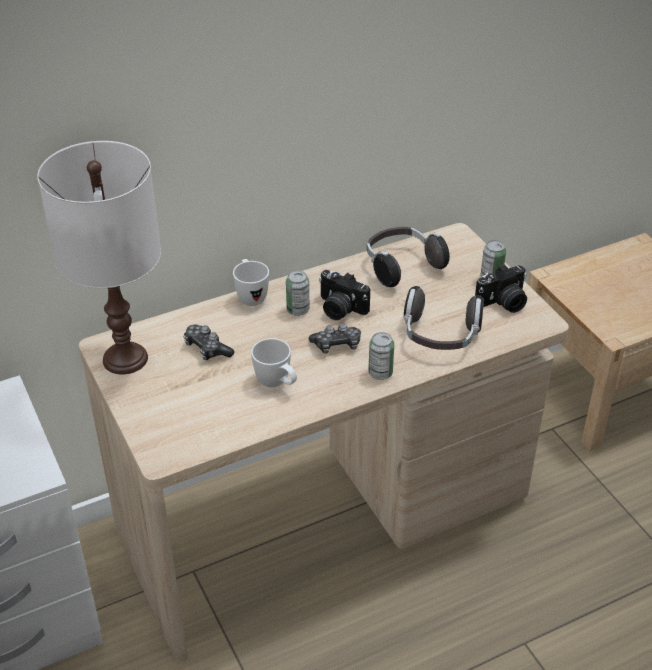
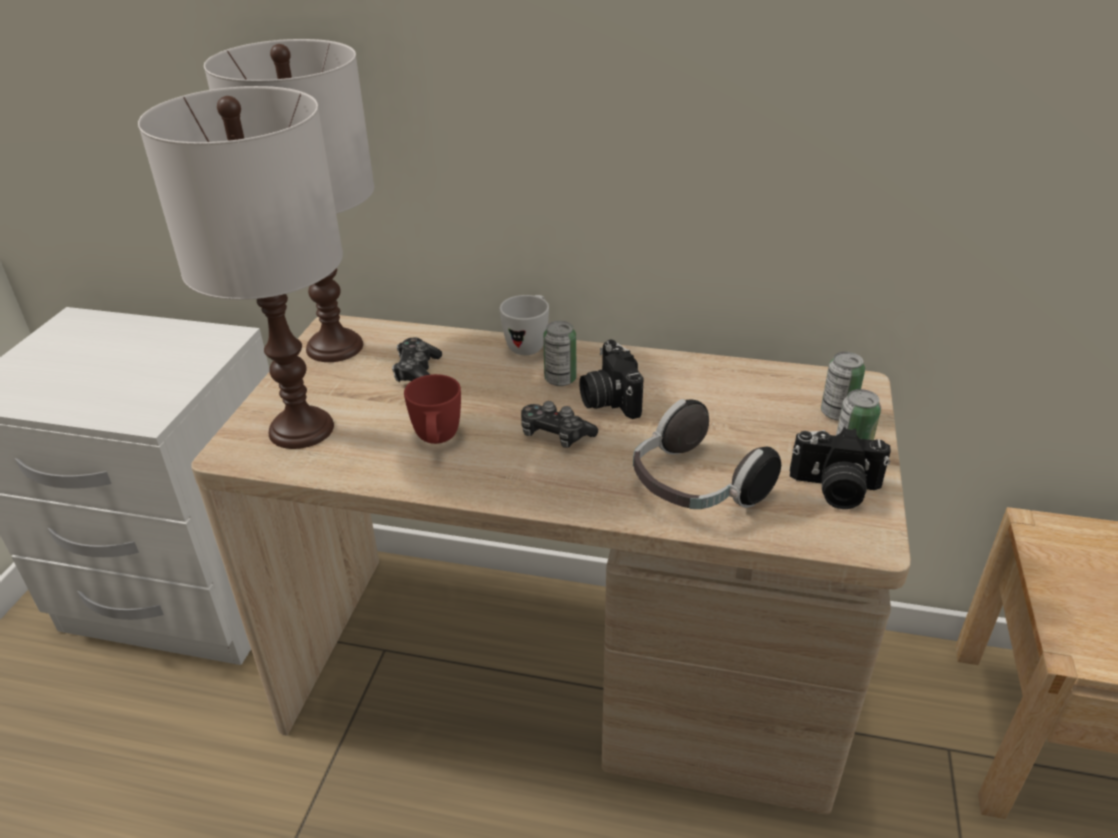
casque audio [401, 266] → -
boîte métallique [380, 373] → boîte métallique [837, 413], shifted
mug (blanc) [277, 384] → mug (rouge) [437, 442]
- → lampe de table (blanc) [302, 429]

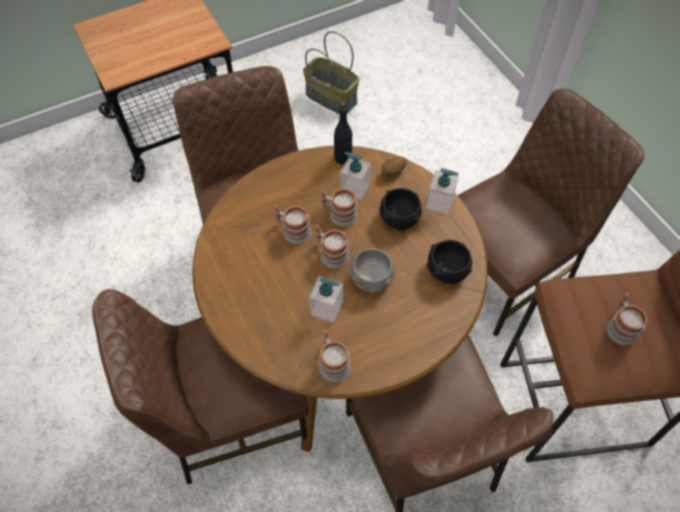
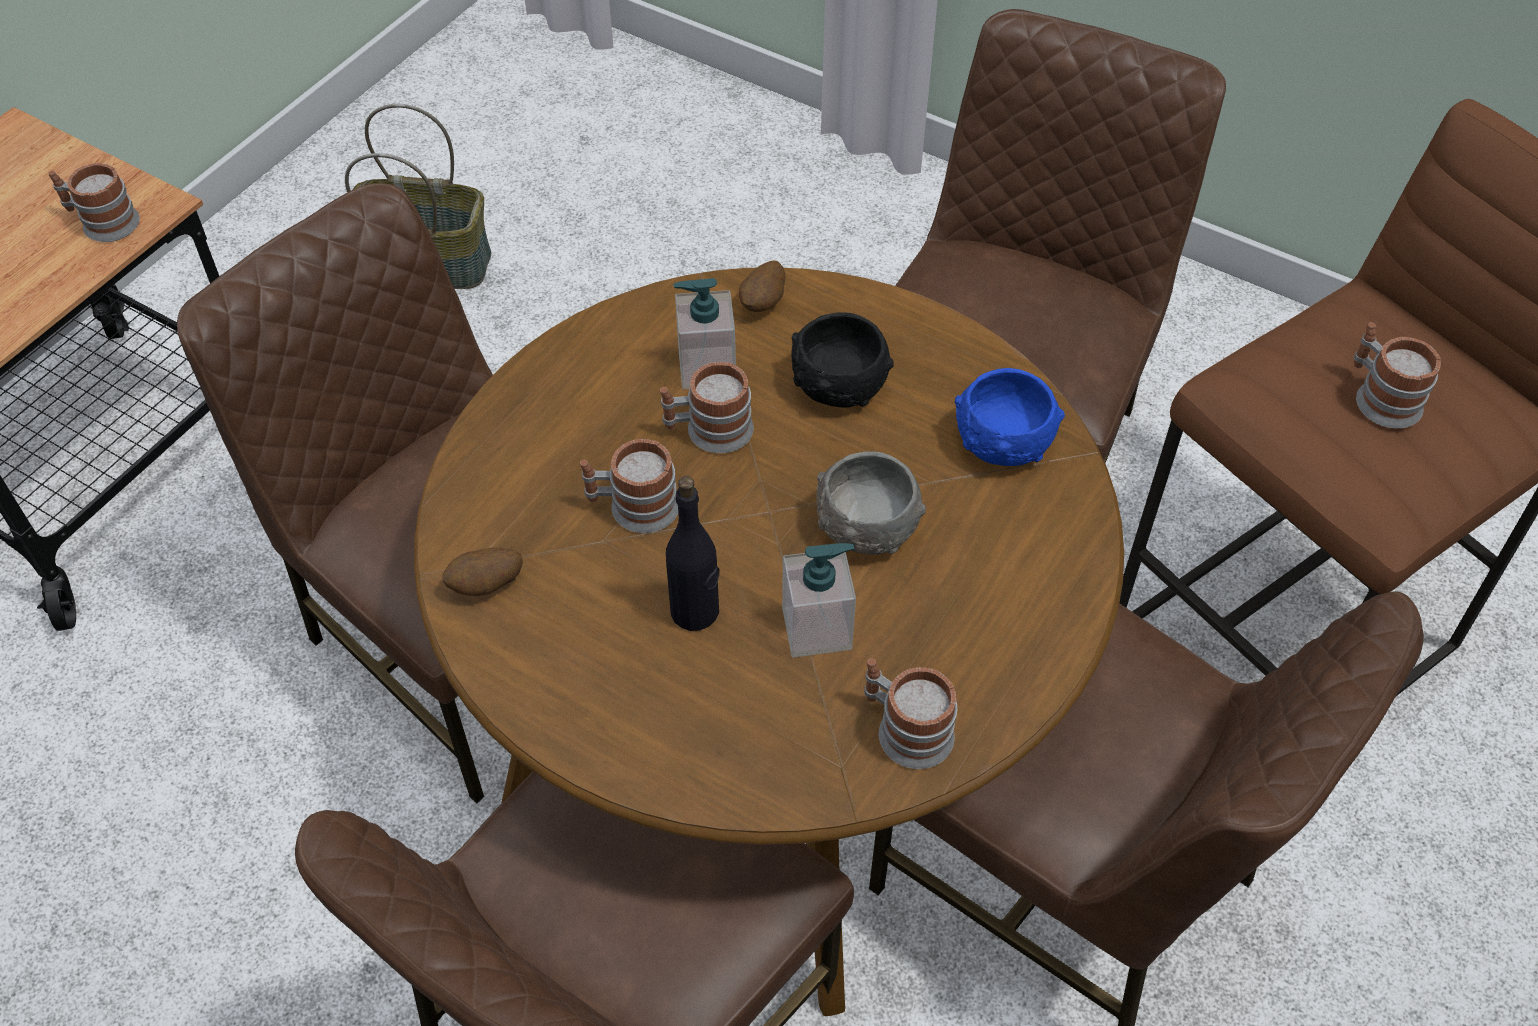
bouteille (noir) [343, 158] → bouteille (noir) [695, 611], shifted
distributeur de savon [440, 203] → -
mug [331, 253] → mug [102, 222], shifted
bol (noir) [447, 270] → bol (bleu) [1003, 443]
- → pomme de terre [486, 585]

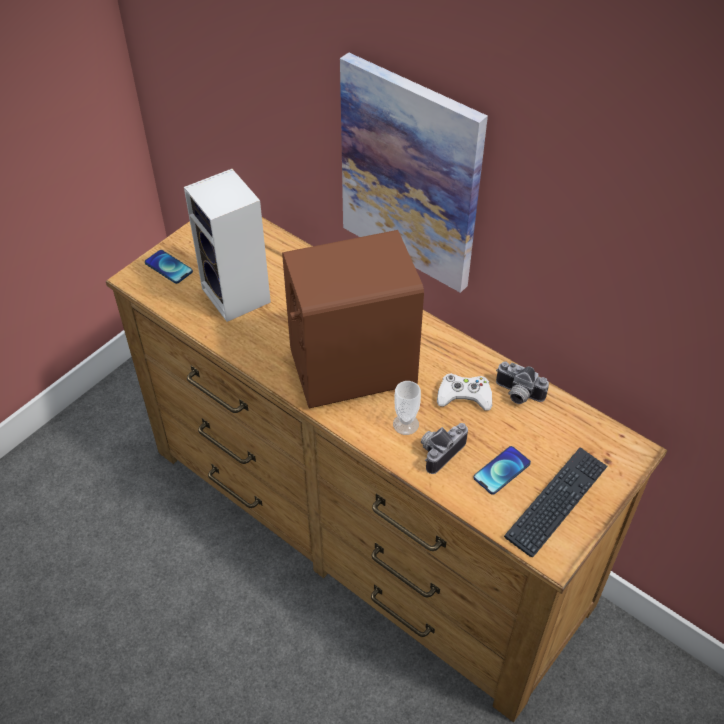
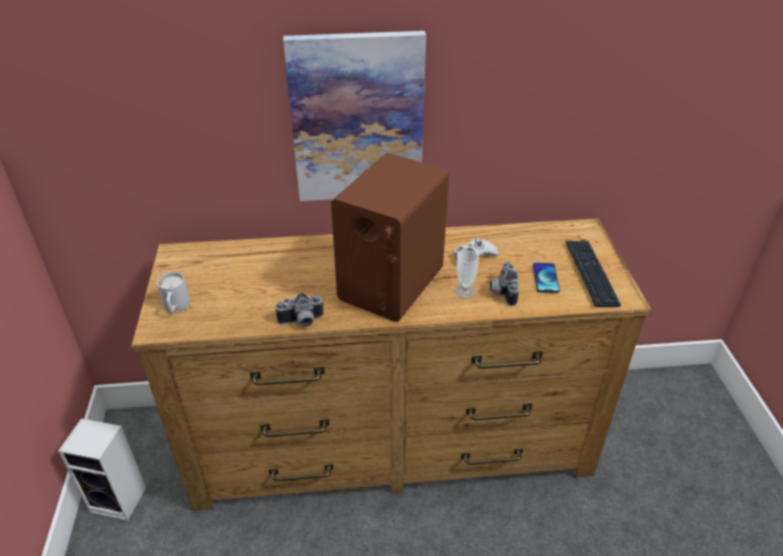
enceinte [238, 296] → enceinte [120, 499], shifted
téléphone [168, 267] → mug (blanc) [175, 307]
appareil photo [517, 394] → appareil photo [301, 322], shifted

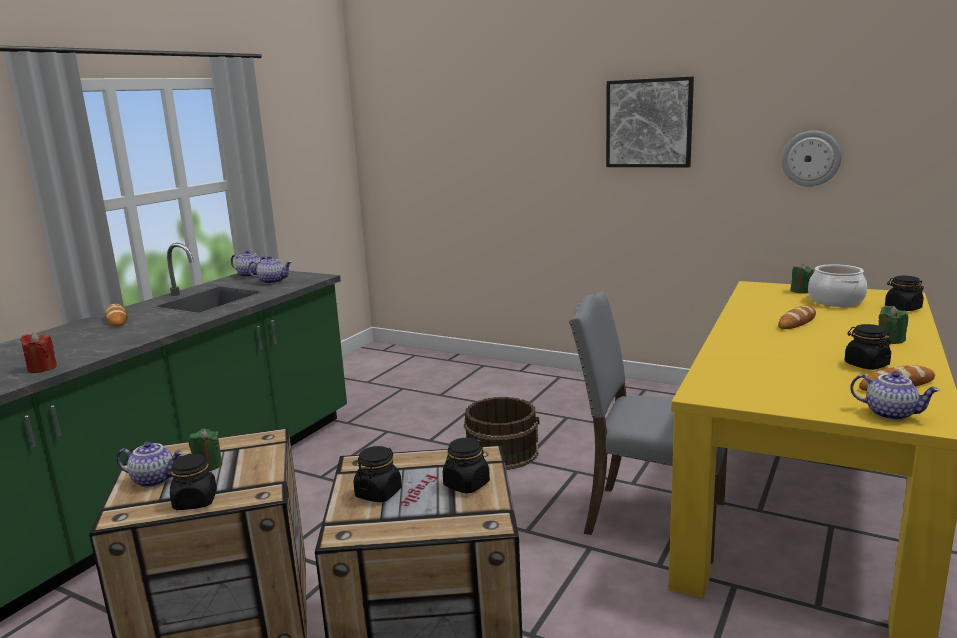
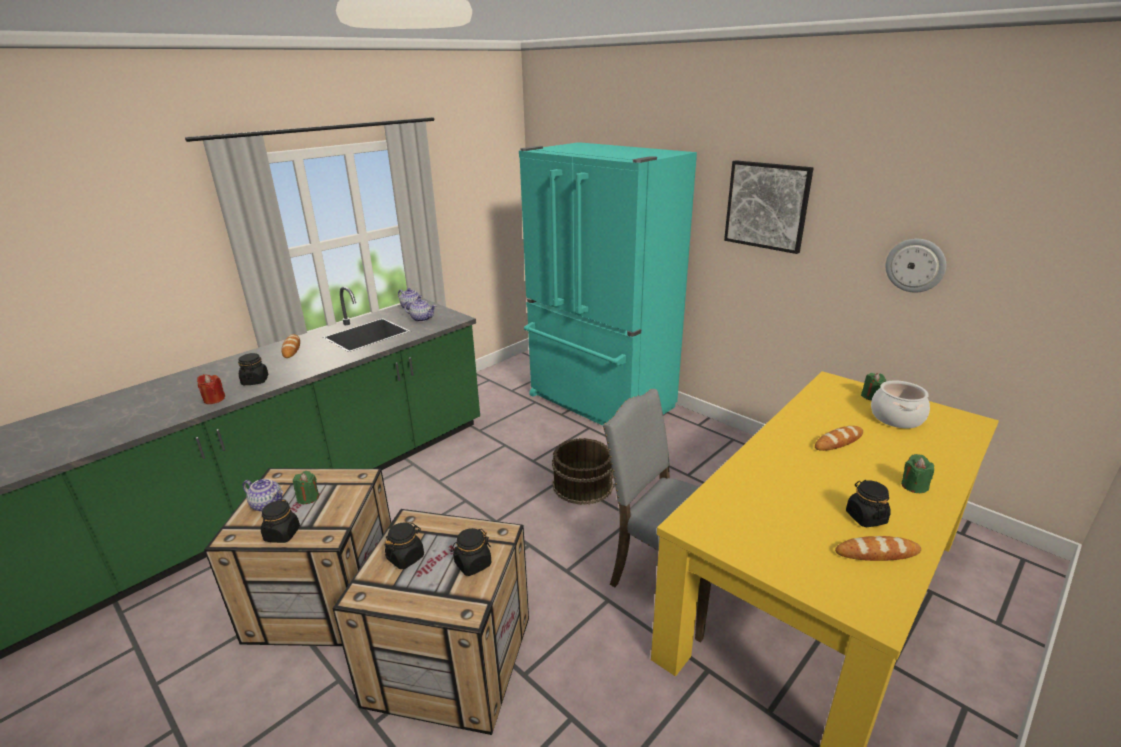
bocal (noir) [902, 308] → bocal (noir) [255, 381], shifted
théière [891, 414] → -
- → réfrigérateur (turquoise) [599, 402]

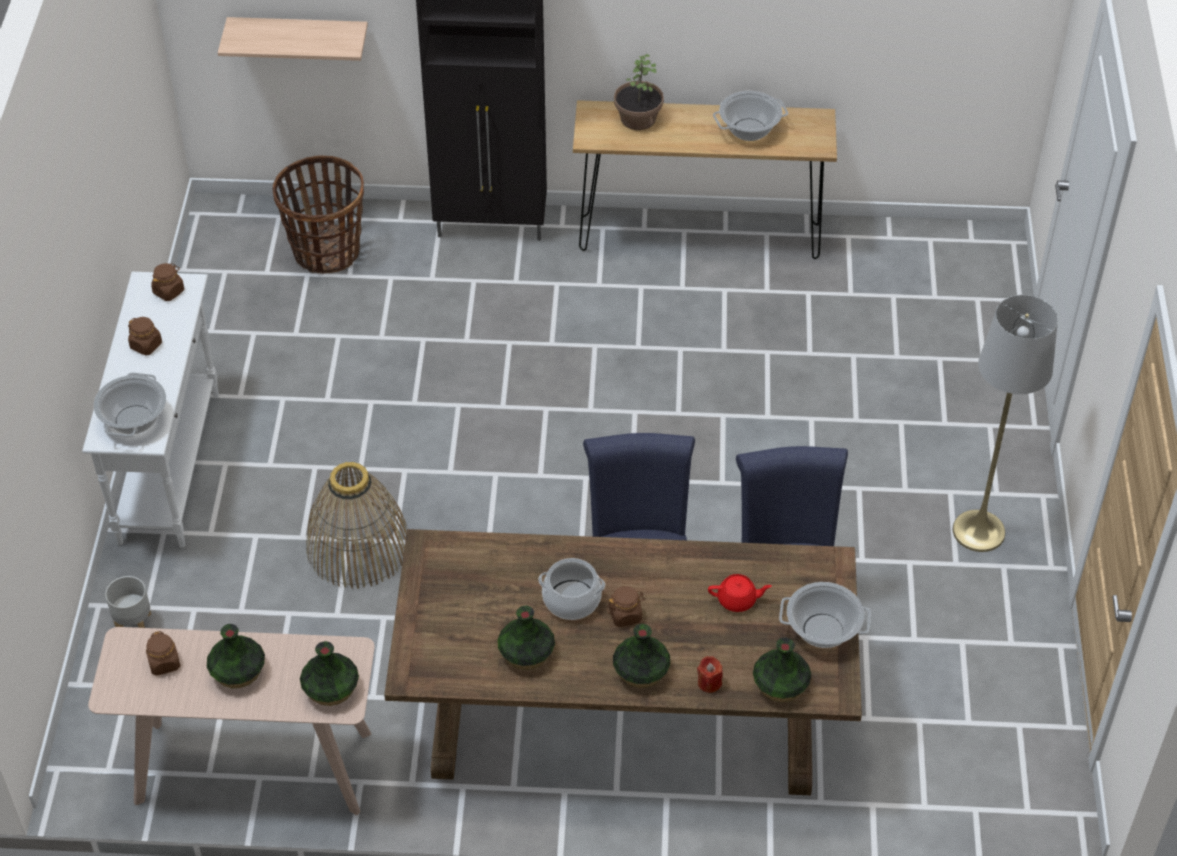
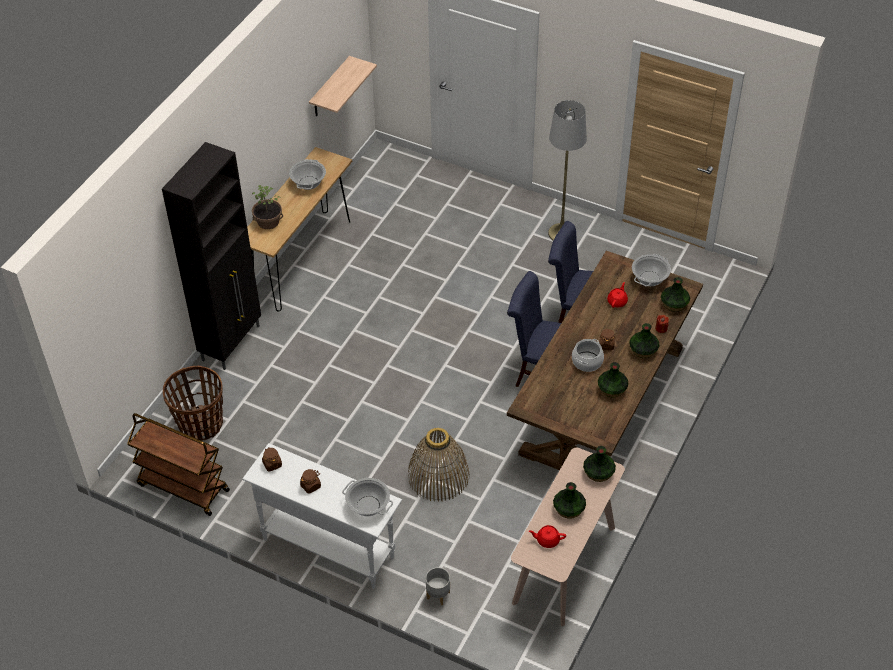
étagère [299, 37] → étagère [330, 88], shifted
bocal (marron) [164, 663] → théière (rouge) [547, 540]
- → chariot (marron) [182, 487]

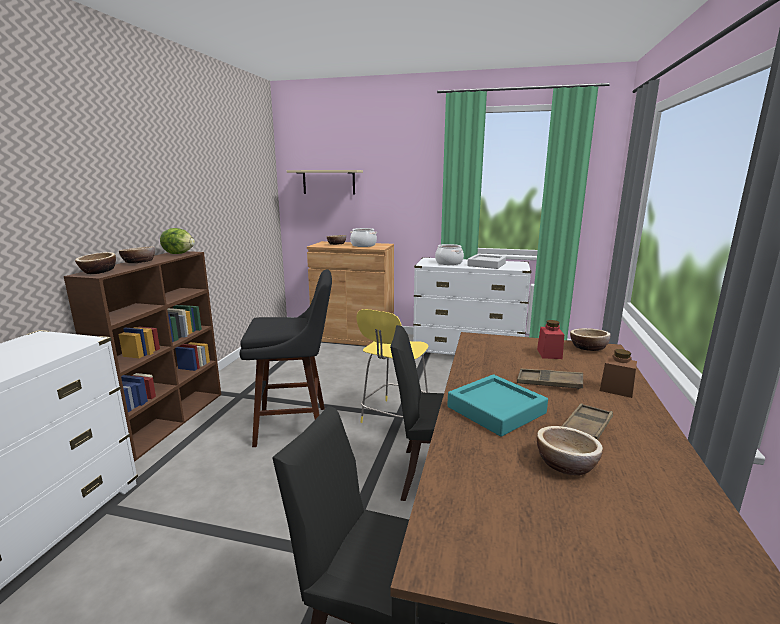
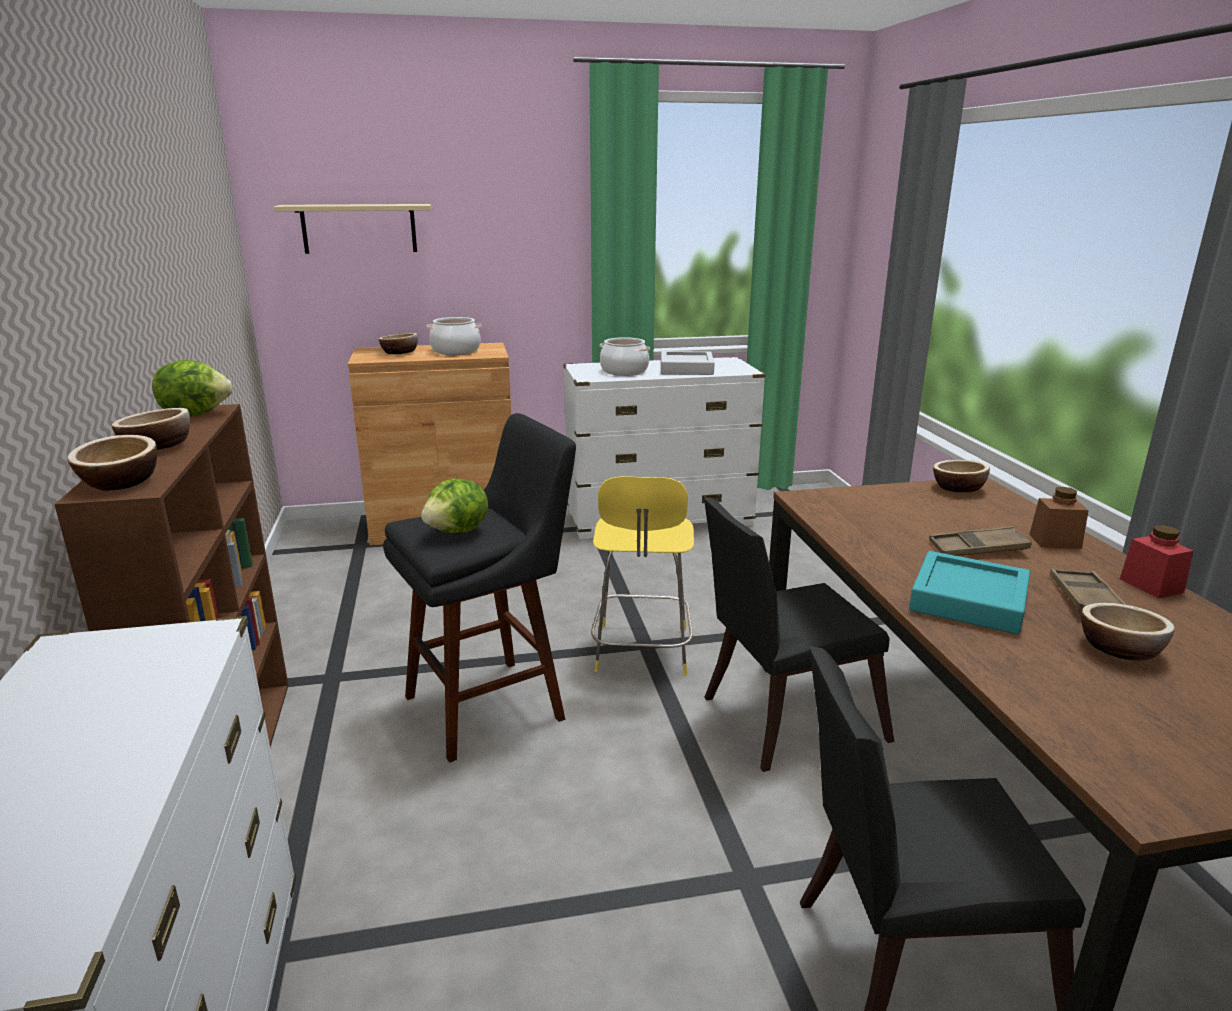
bocal (rouge) [549, 354] → bocal (rouge) [1151, 585], shifted
- → laitue [458, 531]

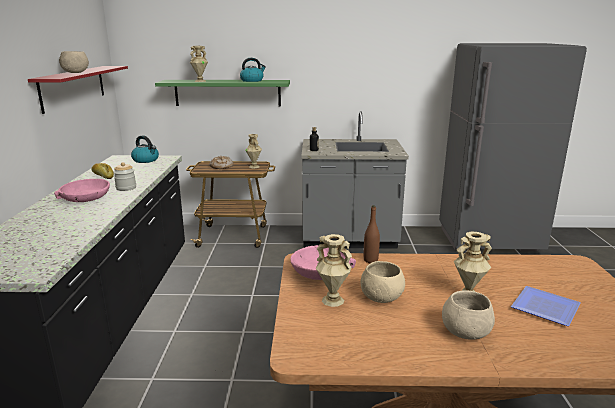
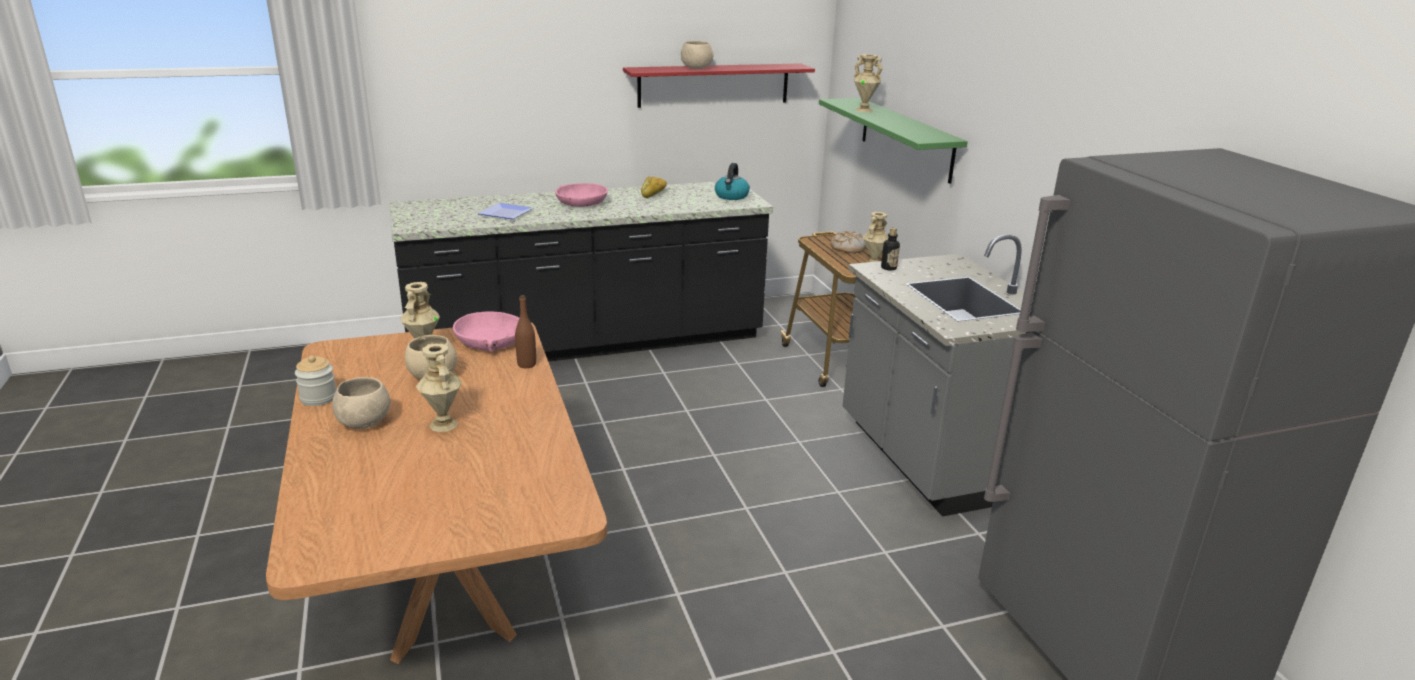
bouilloire [252, 80] → -
bocal [126, 188] → bocal [318, 398], shifted
assiette [542, 308] → assiette [505, 213], shifted

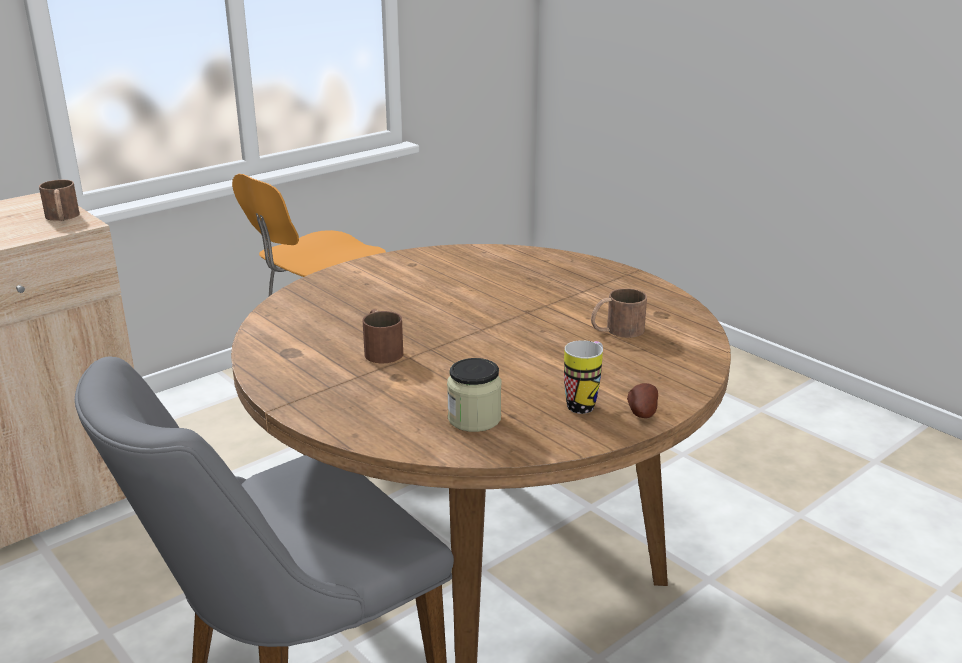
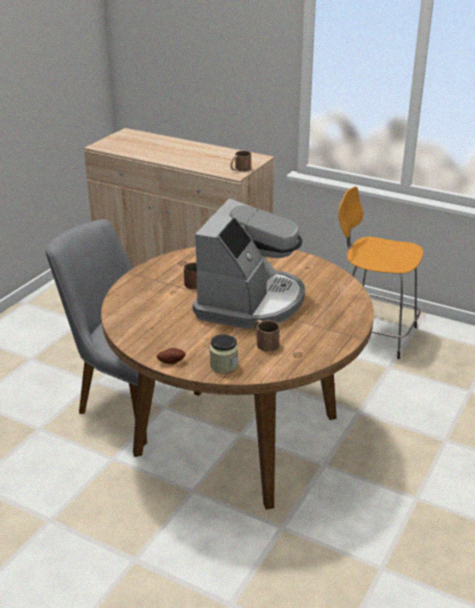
mug [585, 403] → -
bocal [474, 418] → bocal [224, 366], shifted
- → machine à café [250, 302]

